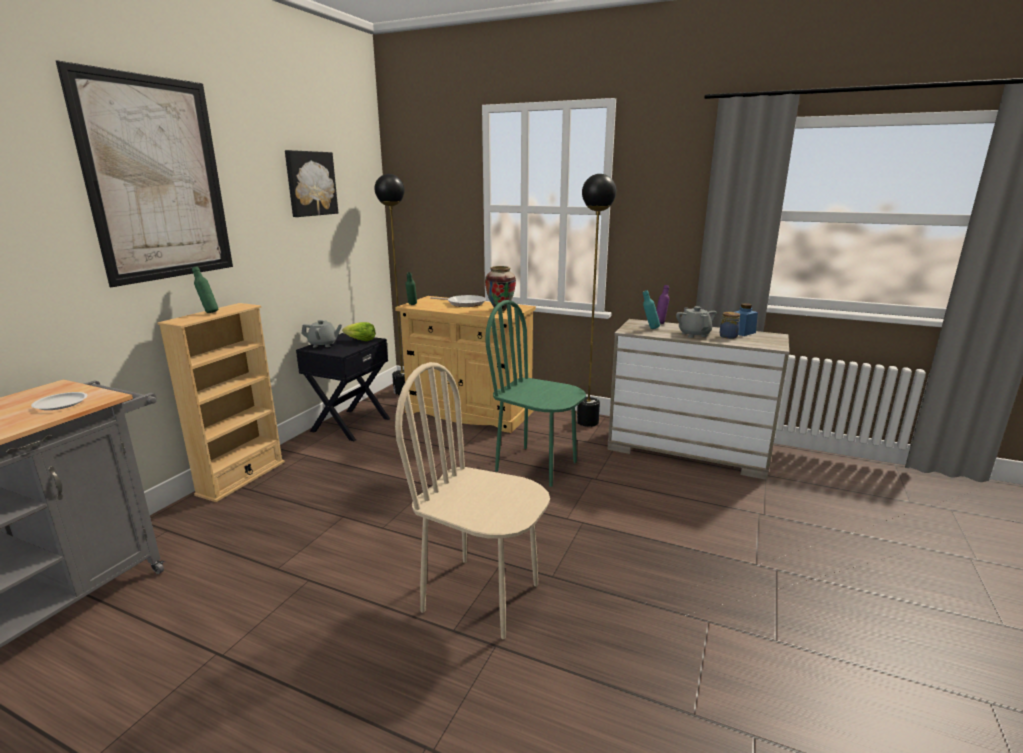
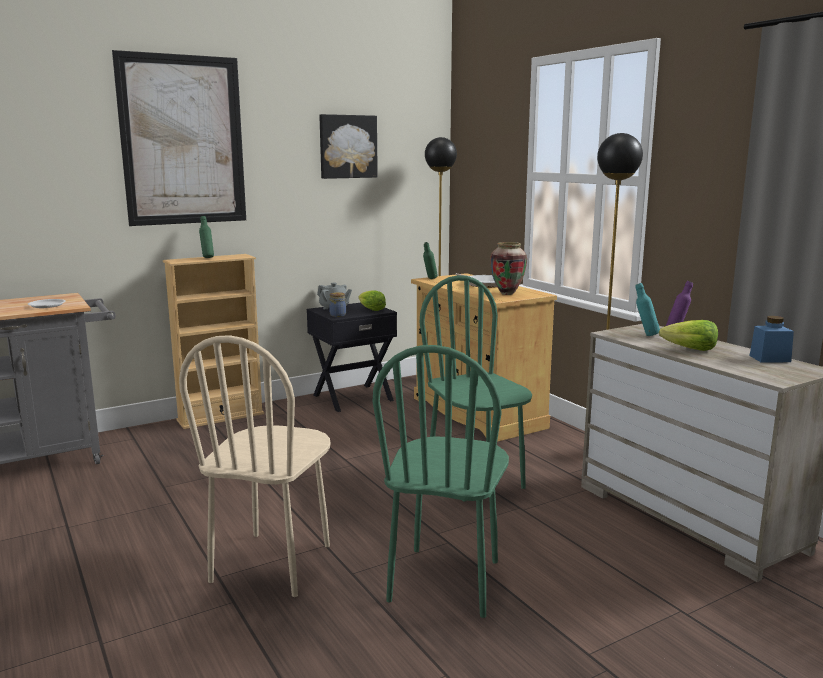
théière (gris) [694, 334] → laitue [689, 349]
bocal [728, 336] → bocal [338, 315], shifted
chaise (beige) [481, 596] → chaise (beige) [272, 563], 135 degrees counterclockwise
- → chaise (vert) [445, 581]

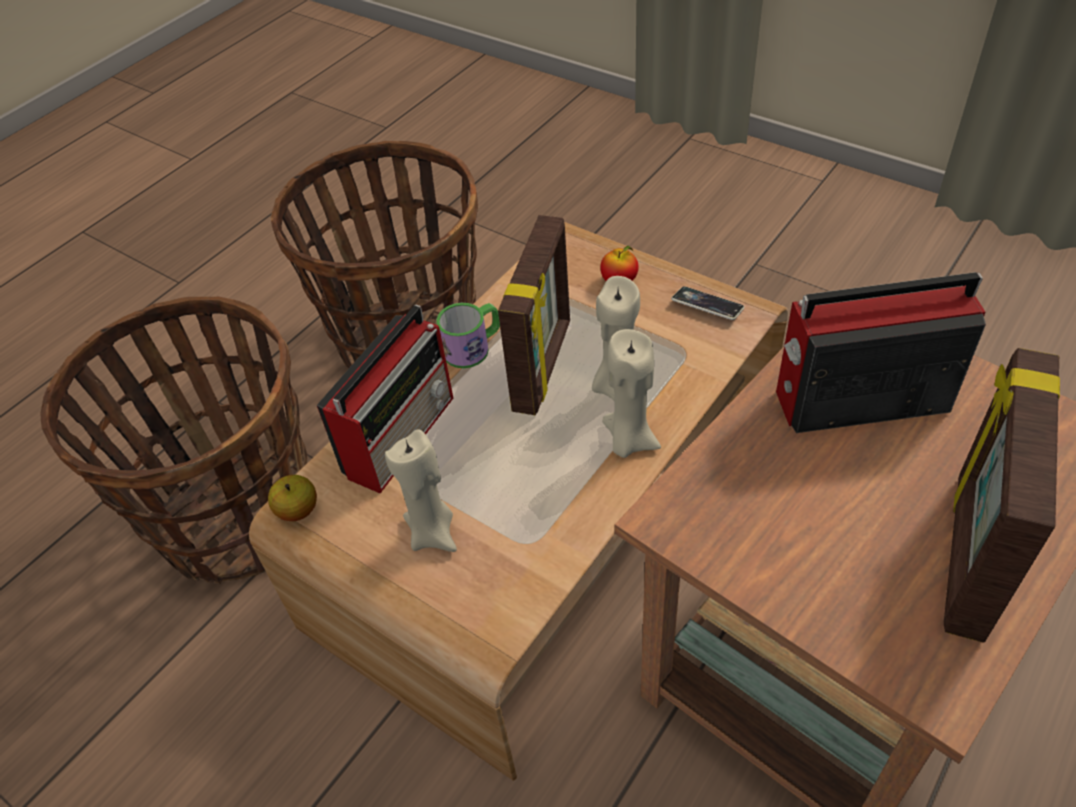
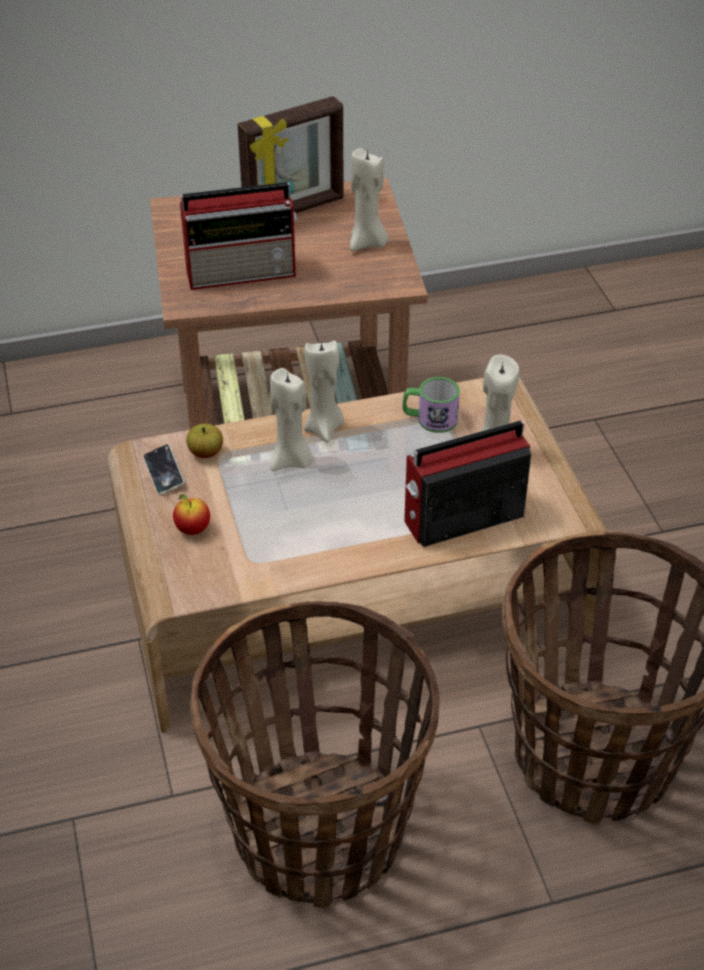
cadre photo [544, 366] → -
radio [858, 401] → radio [243, 273], 45 degrees counterclockwise
mug [473, 347] → mug [430, 419], shifted
pomme [298, 510] → pomme [205, 453], shifted
- → bougie (beige) [367, 243]

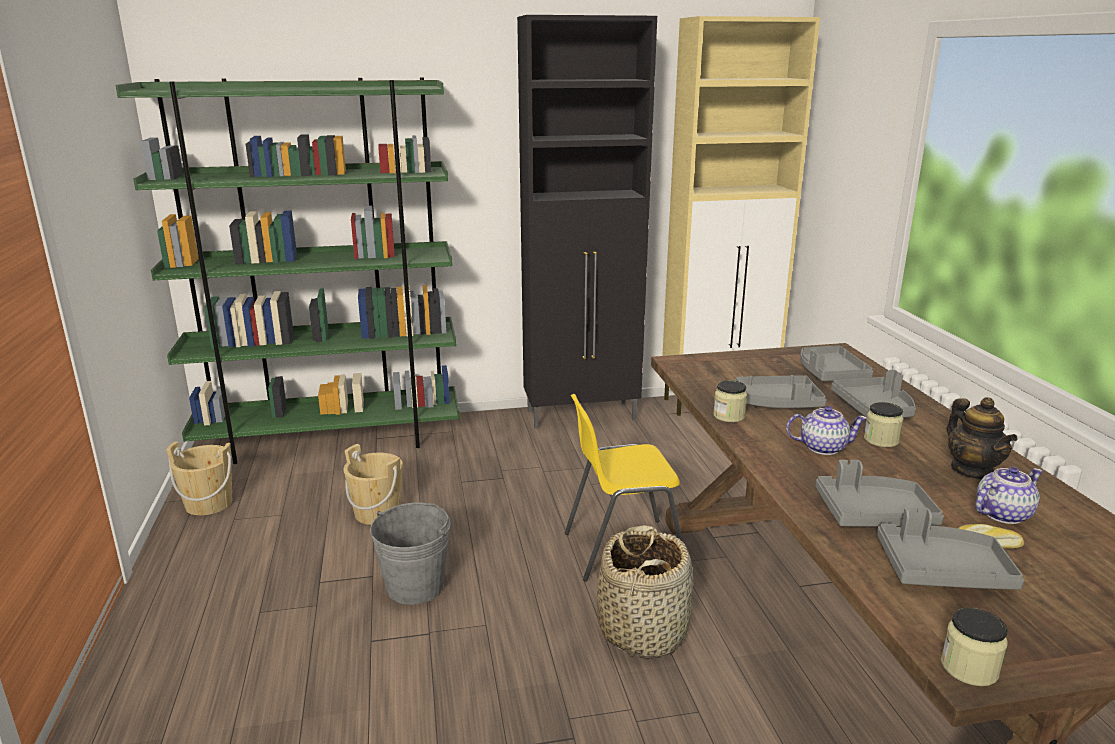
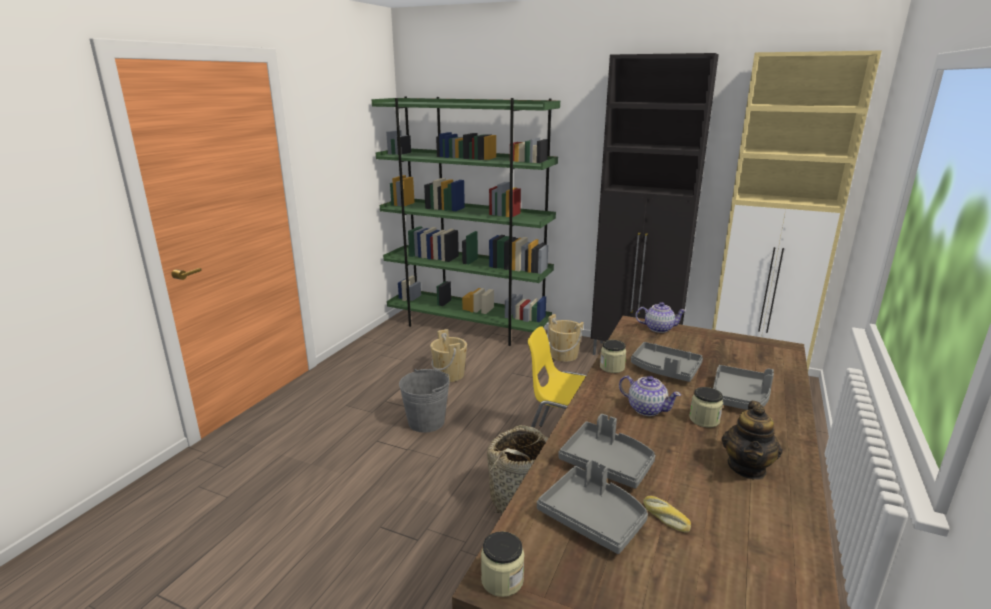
plateau (gris) [830, 373] → -
seau (beige) [209, 504] → seau (beige) [564, 355], shifted
théière [1002, 514] → théière [658, 328], shifted

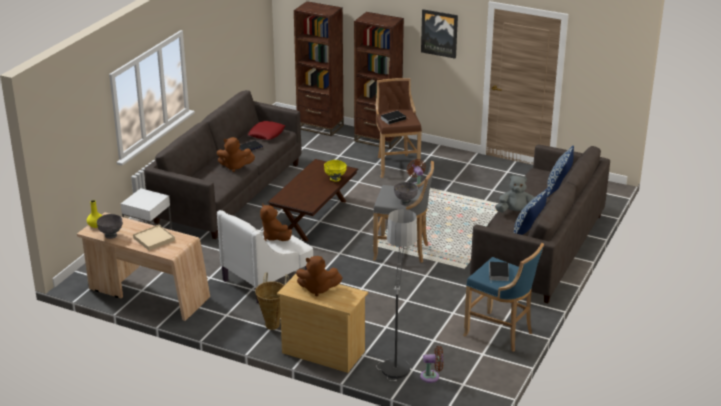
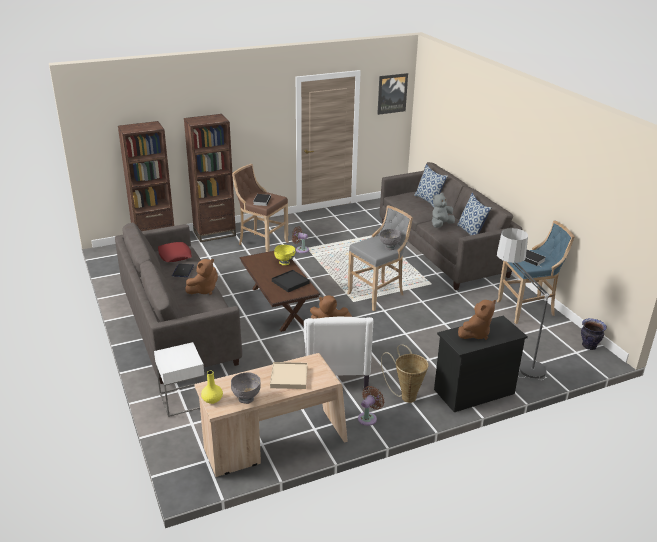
tableau [439, 33] → tableau [392, 93], shifted
commode (beige) [323, 352] → commode (noir) [473, 391]
ventilateur (marron) [432, 376] → ventilateur (marron) [368, 418], shifted
- → plateau (noir) [290, 282]
- → vase [589, 346]

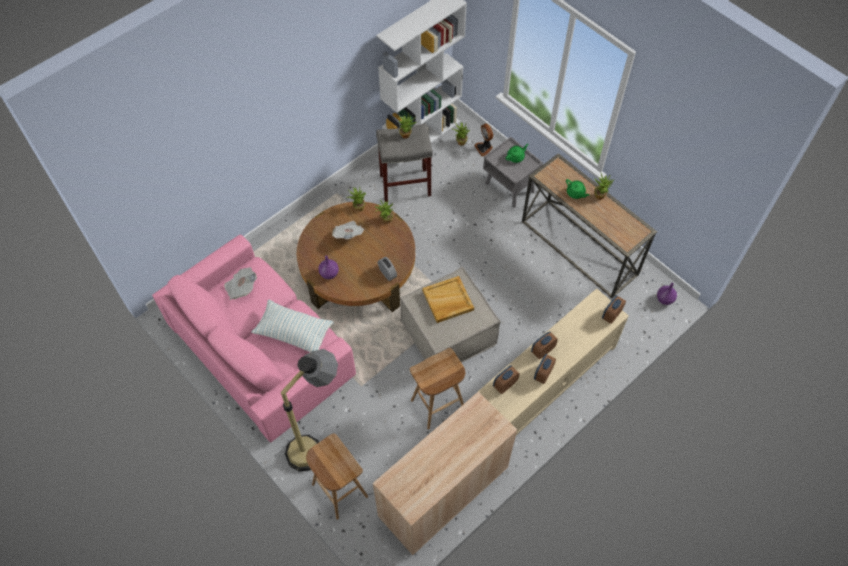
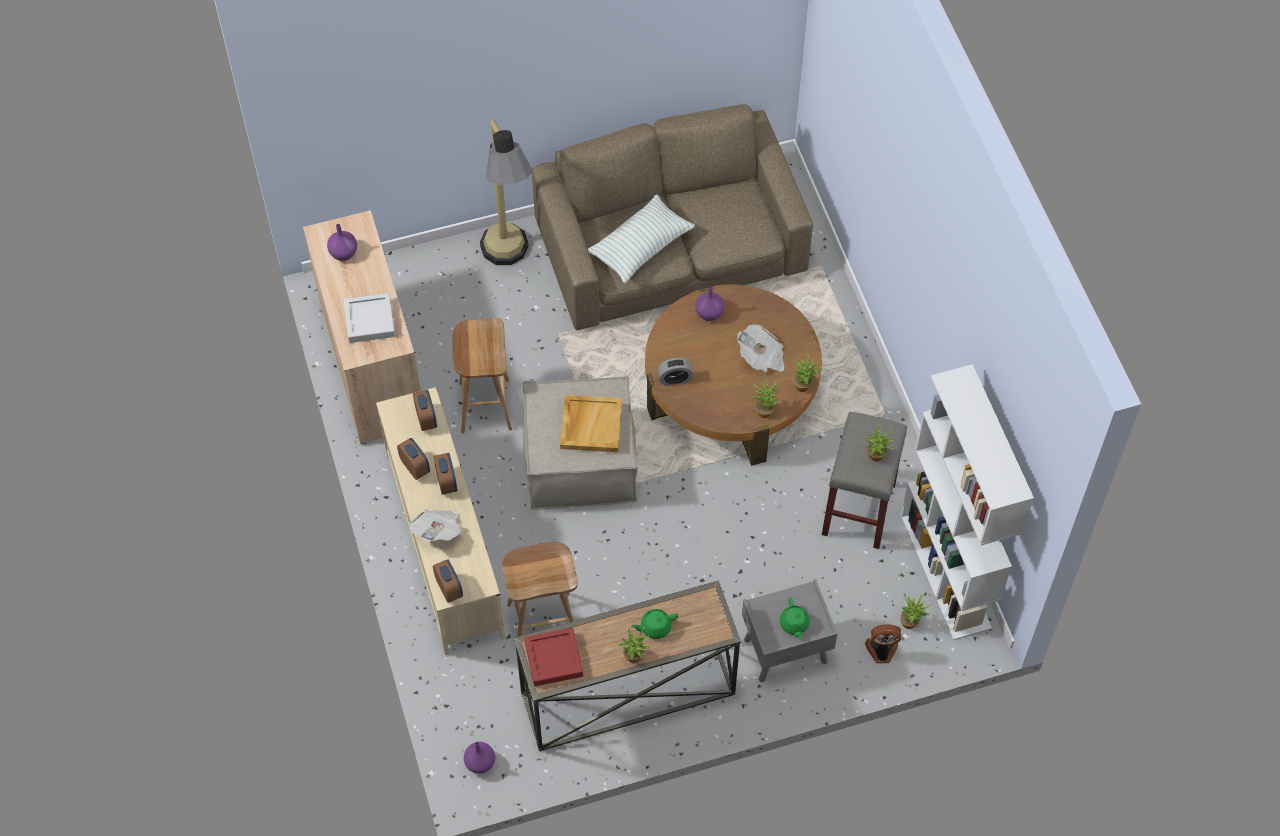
canapé (rose) [261, 348] → canapé (marron) [671, 247]
journal [241, 288] → journal [439, 531], shifted
tabouret (marron) [339, 490] → tabouret (marron) [544, 620], shifted
- → vase (violet) [343, 254]
- → plateau (gris) [370, 321]
- → plateau (rouge) [553, 659]

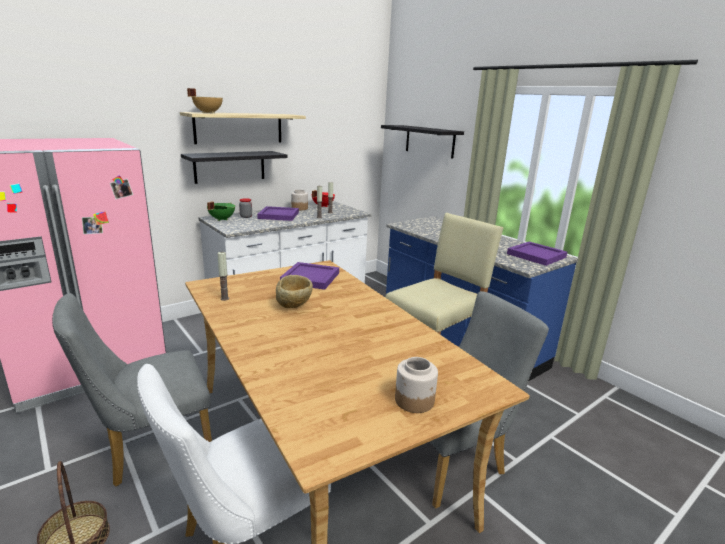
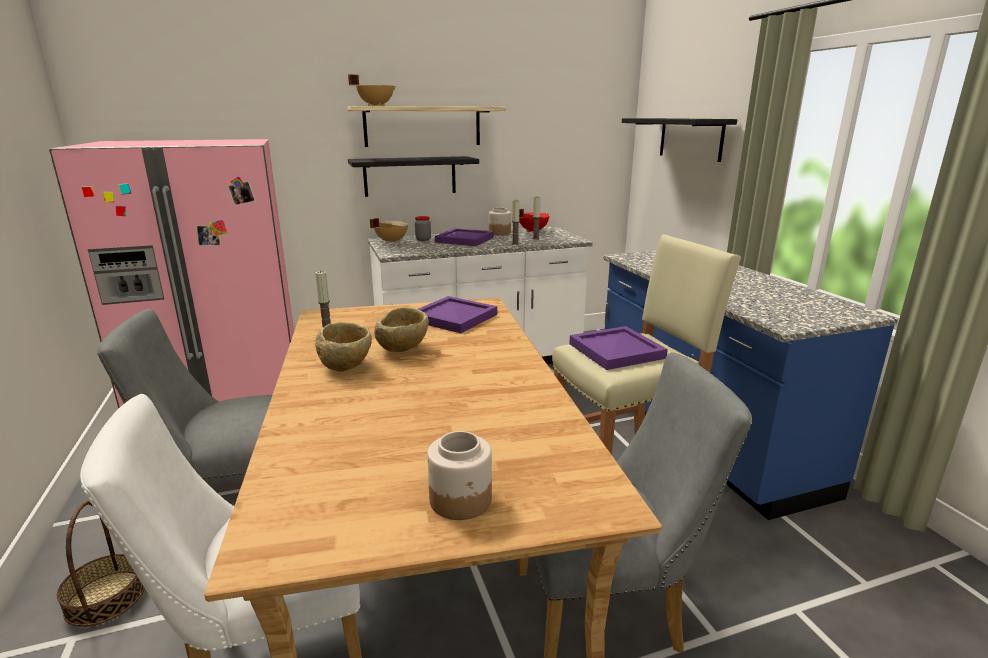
marmite (vert) [221, 219] → marmite (beige) [391, 241]
plateau (violet) [536, 255] → plateau (violet) [616, 350], shifted
- → bol (beige) [347, 367]

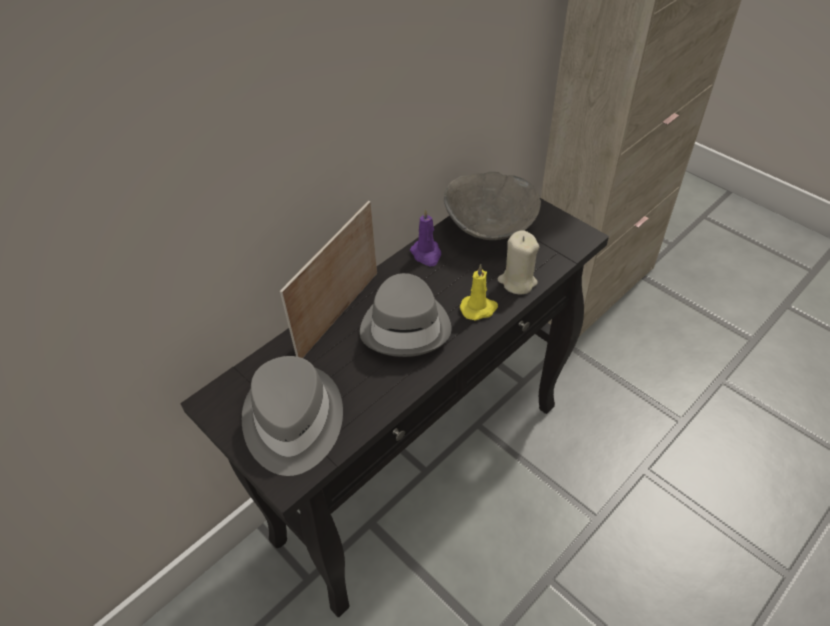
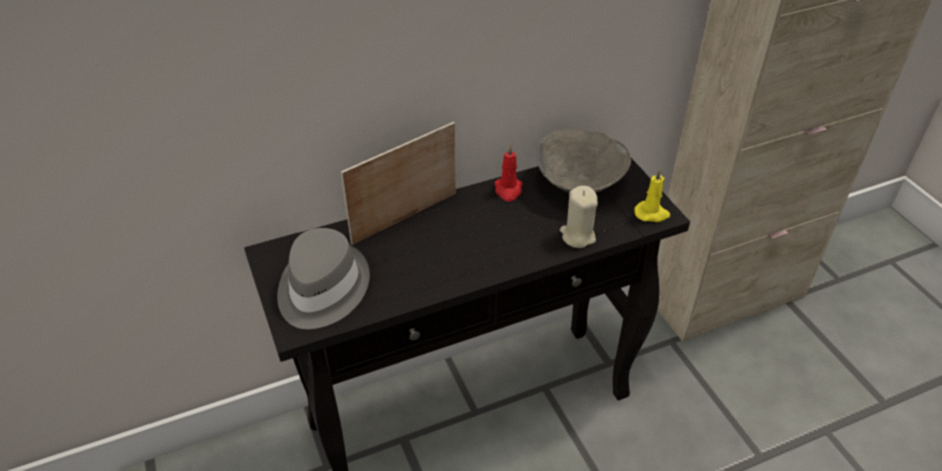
bougie (violet) [426, 254] → bougie (rouge) [508, 190]
bougie (jaune) [479, 308] → bougie (jaune) [652, 214], shifted
chapeau (gris) [406, 326] → -

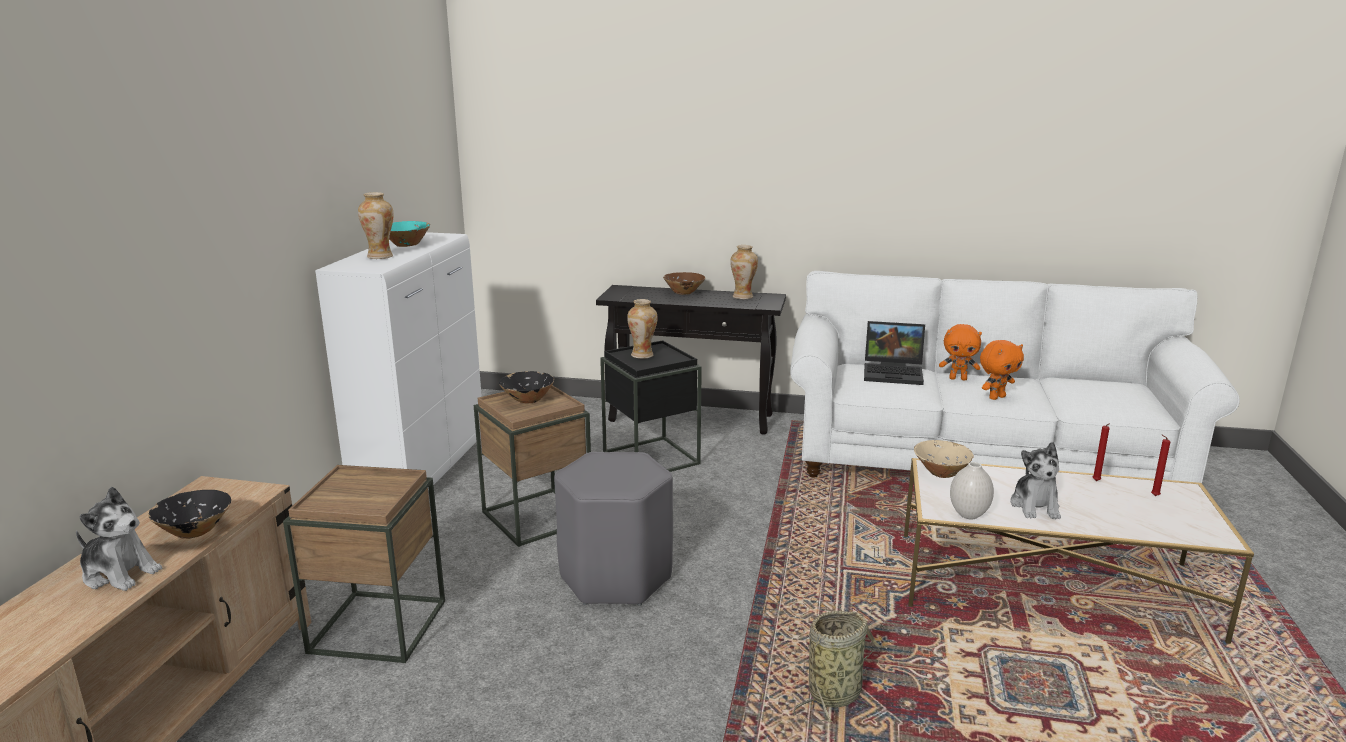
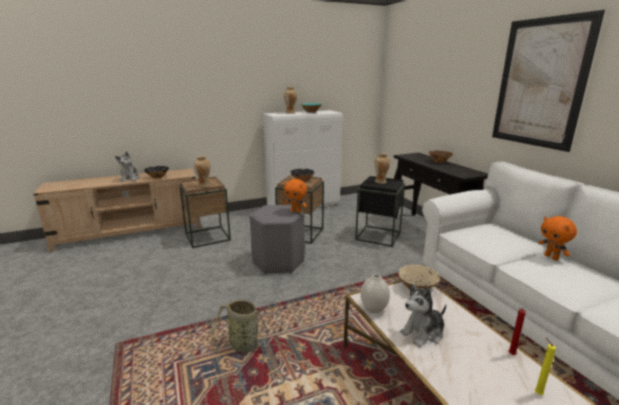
vase [743, 297] → vase [204, 185], shifted
ordinateur portable [894, 373] → -
peluche (orange) [996, 397] → peluche (orange) [296, 211], shifted
bougie (rouge) [1153, 496] → bougie (jaune) [536, 393]
- → tableau [540, 83]

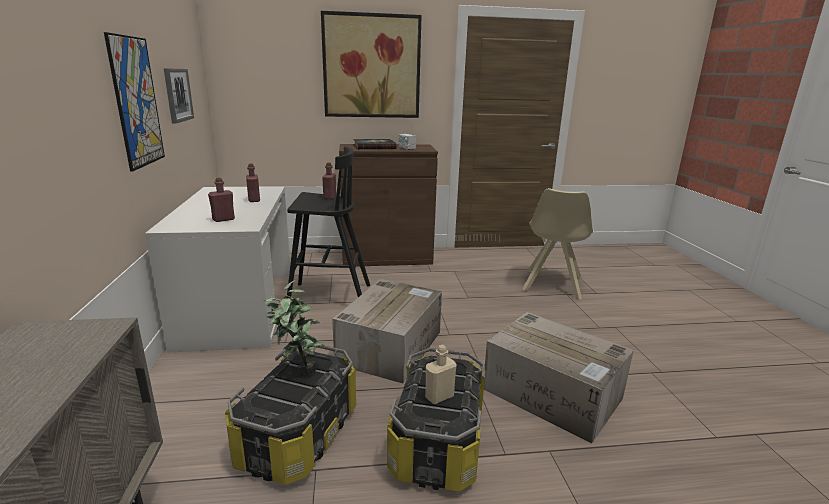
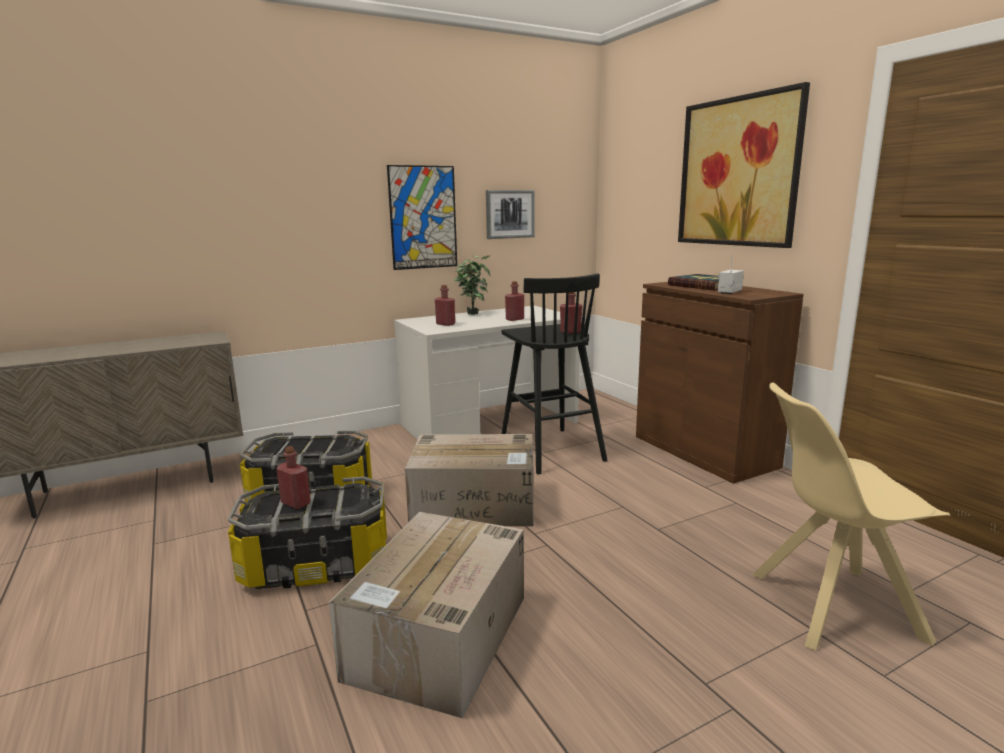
plante en pot [297, 370] → plante en pot [473, 314], shifted
bouteille (beige) [439, 396] → bouteille (rouge) [296, 503]

